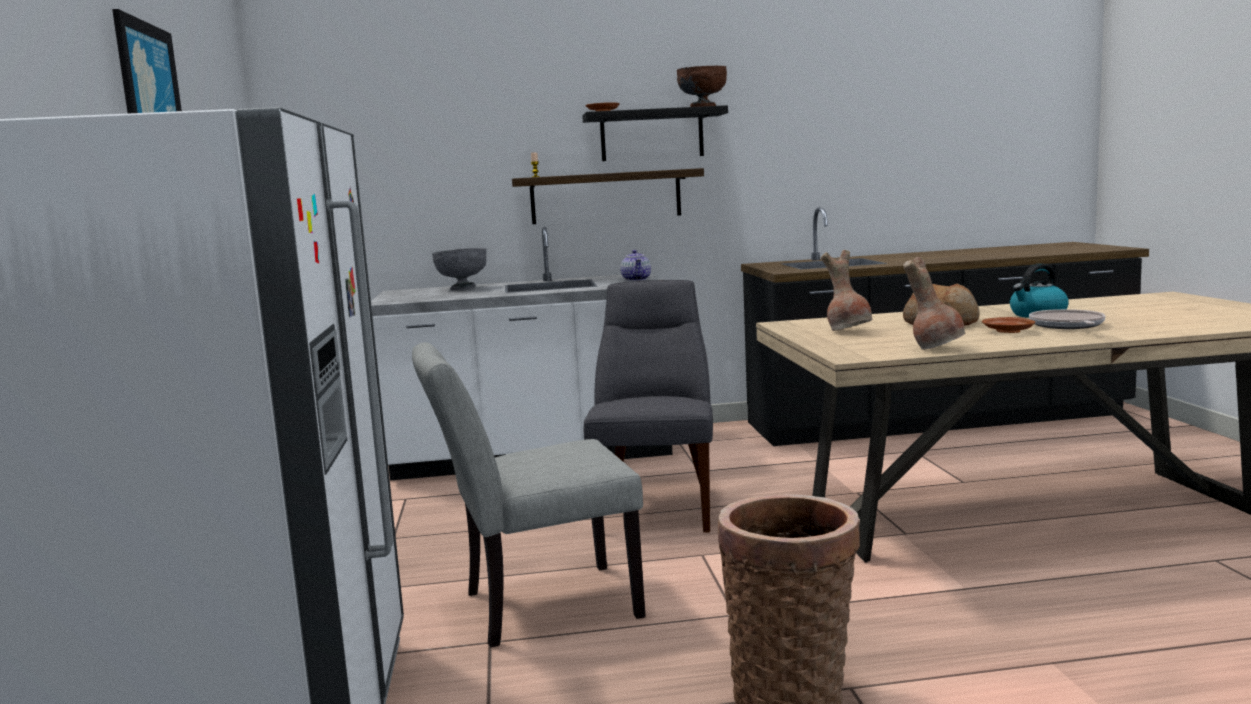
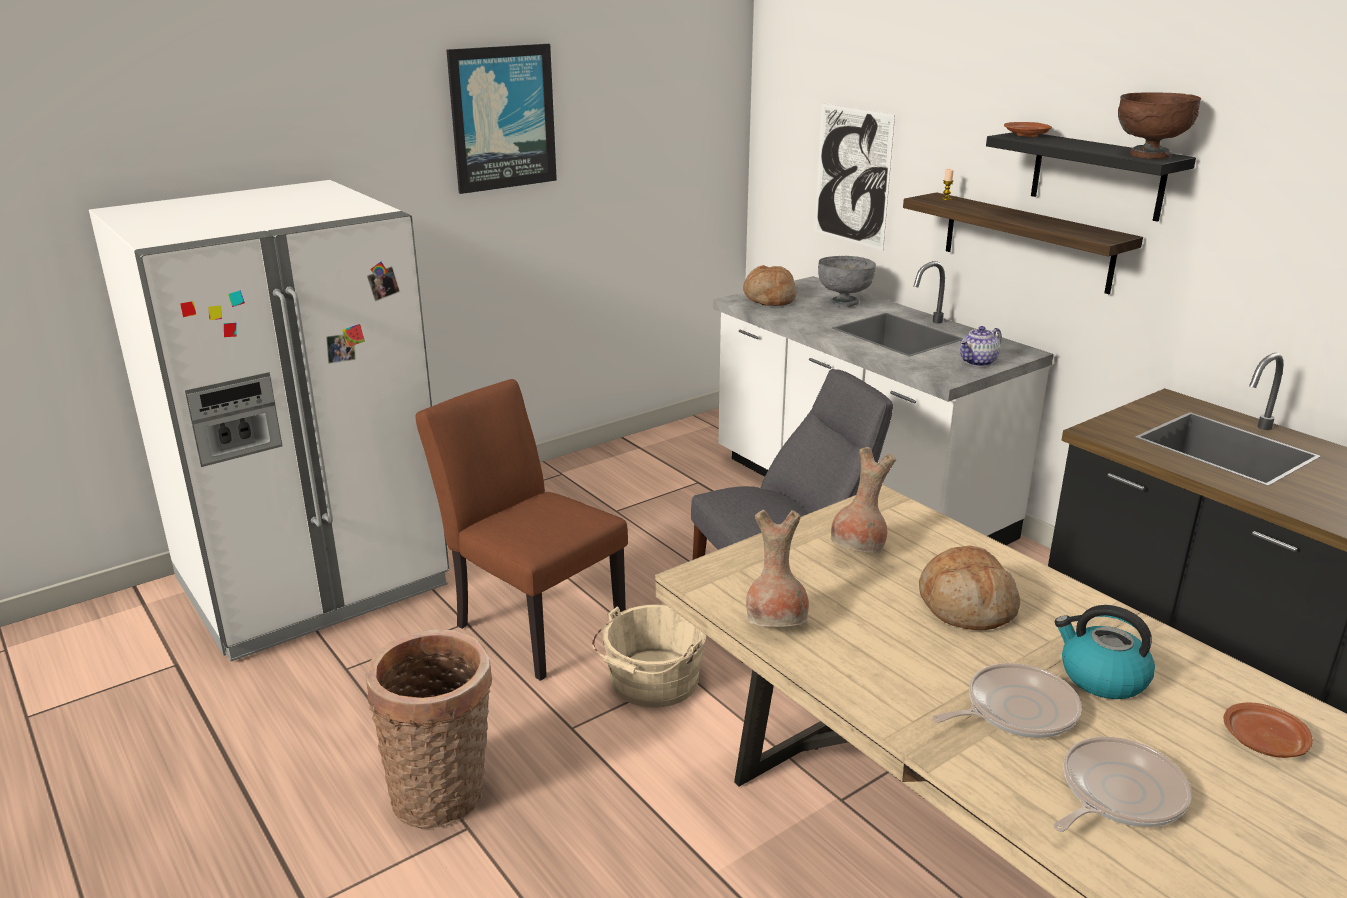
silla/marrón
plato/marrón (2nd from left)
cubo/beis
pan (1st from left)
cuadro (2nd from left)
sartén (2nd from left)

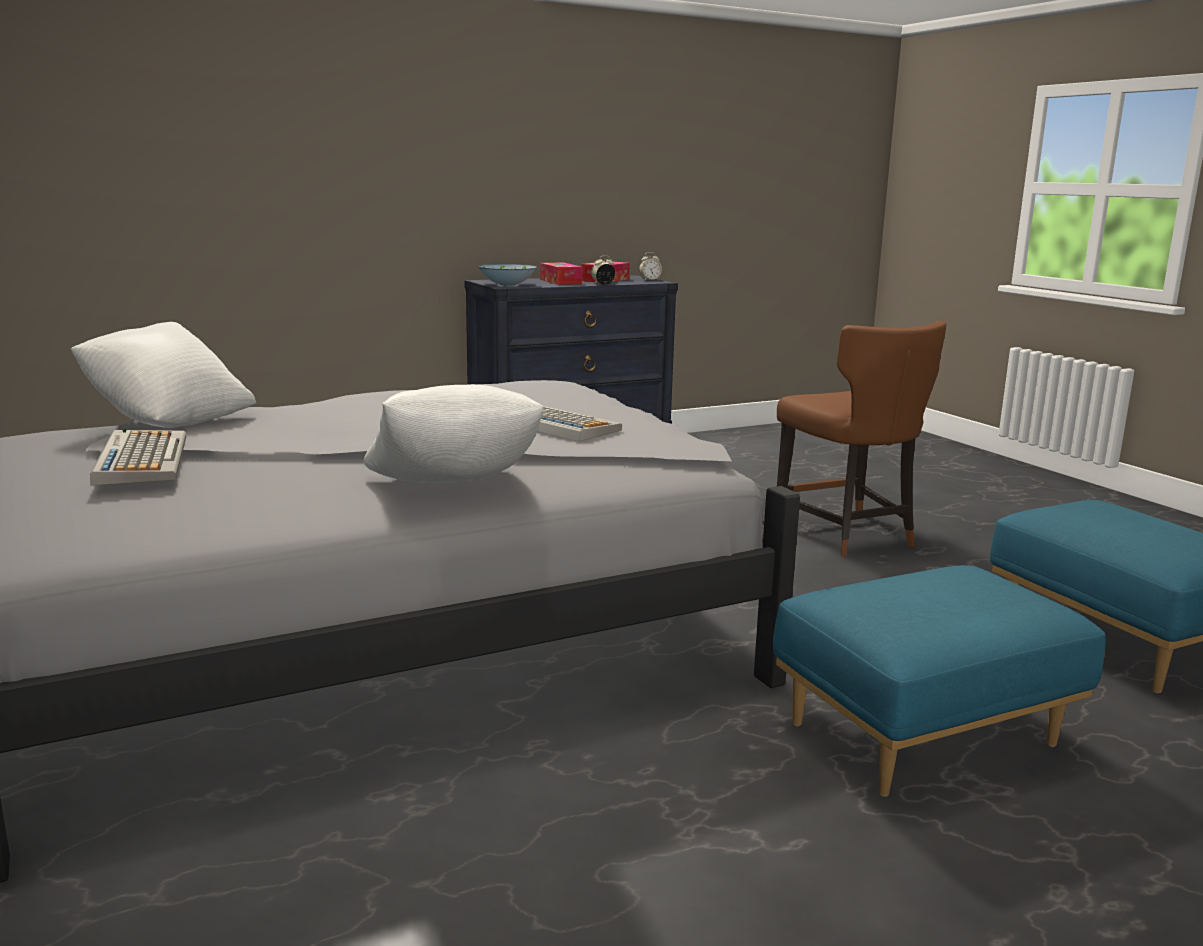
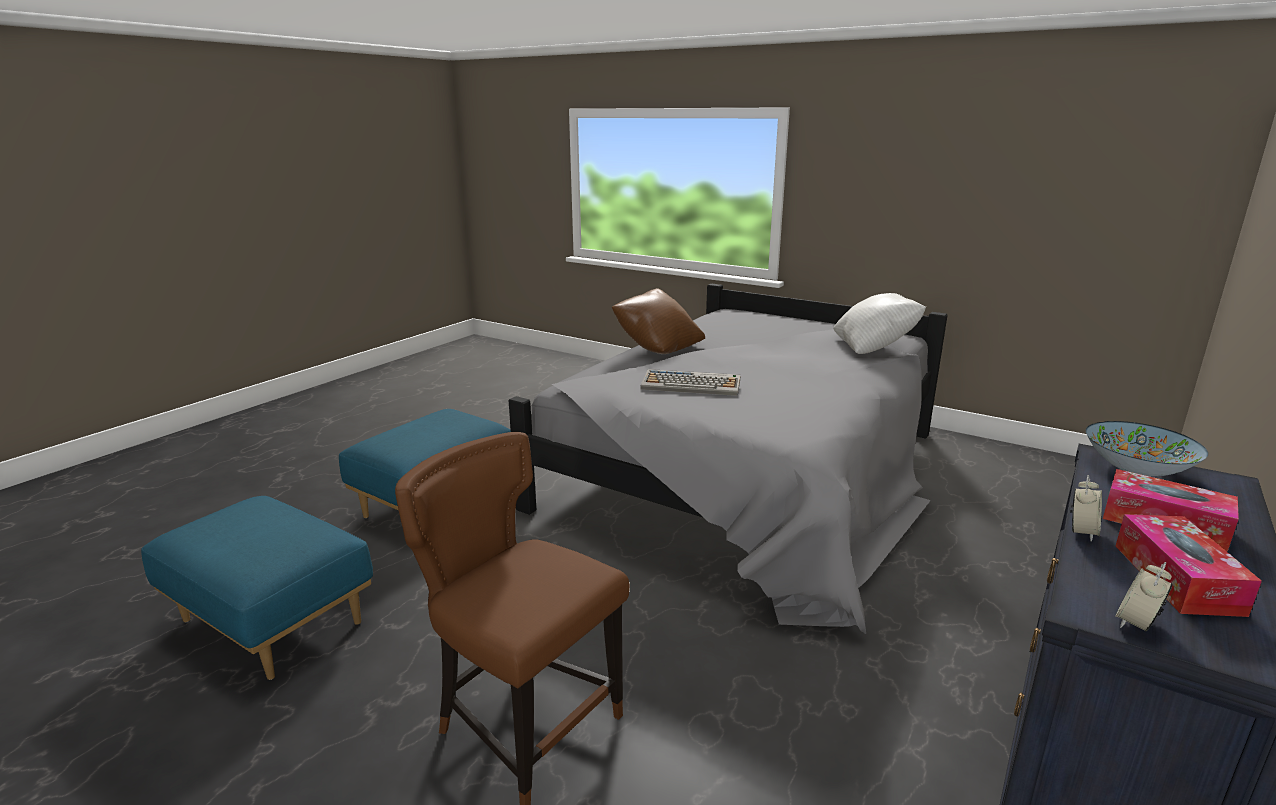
teclado (1st from left in the first image)
cojín/marrón

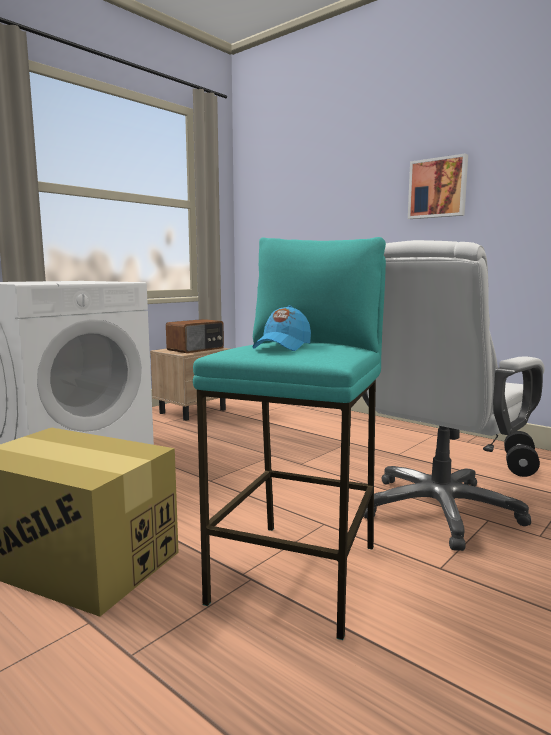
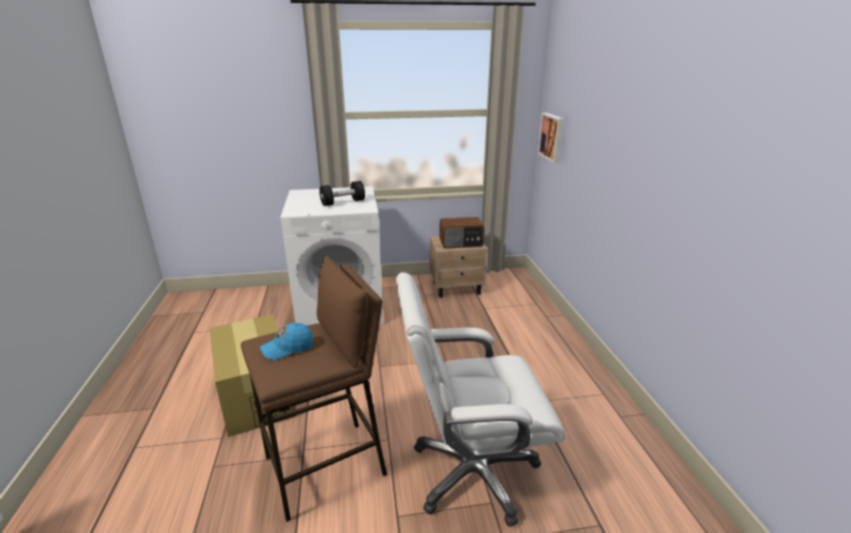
taburete/marrón
cuadro
mancuerna/negro

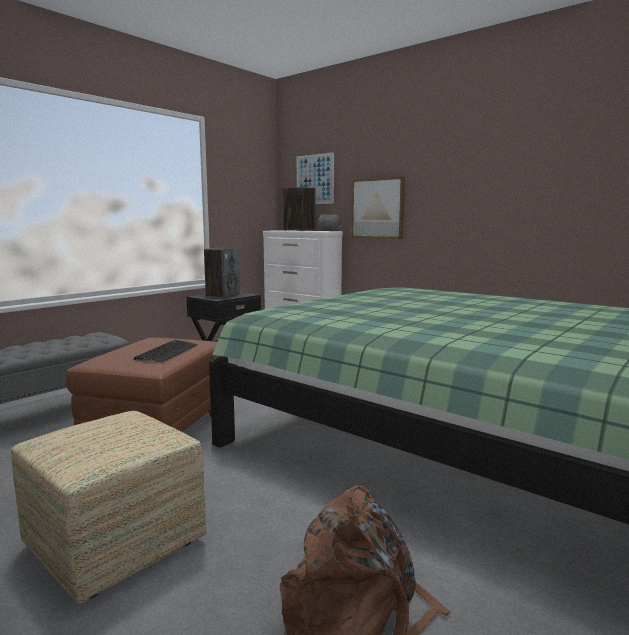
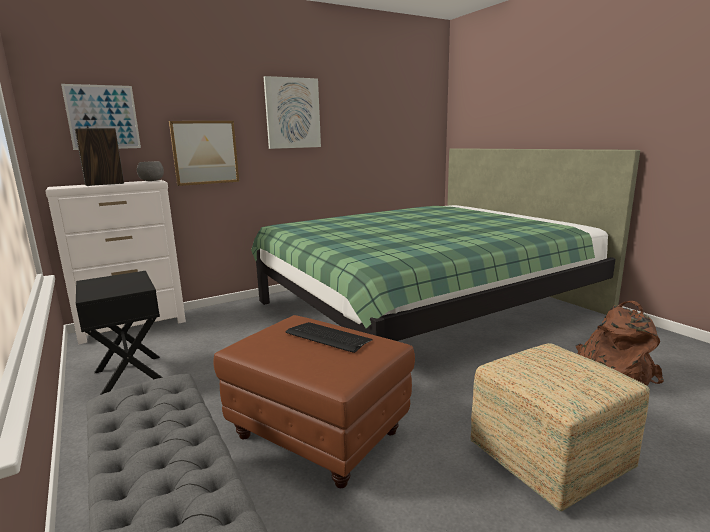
altavoz (1st from left in the first image)
cuadro (3rd from left)

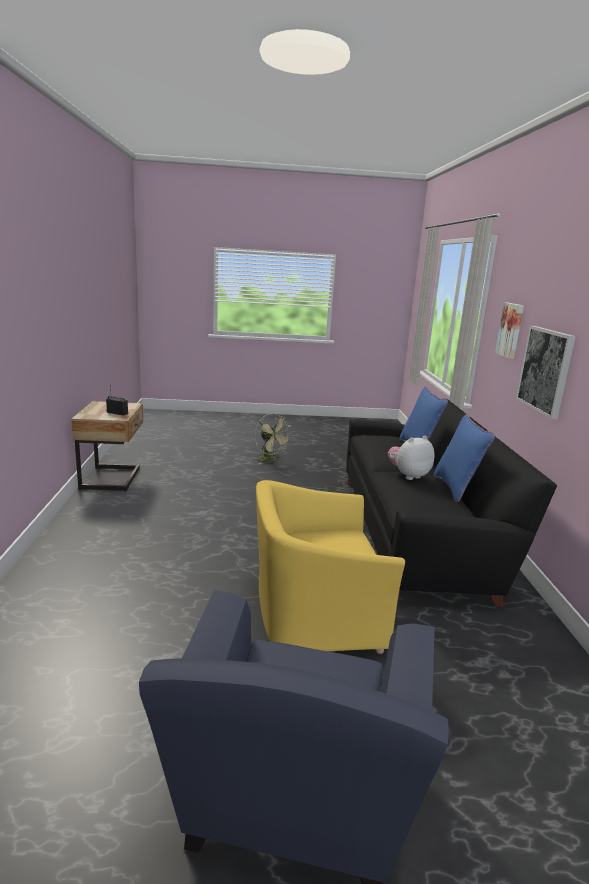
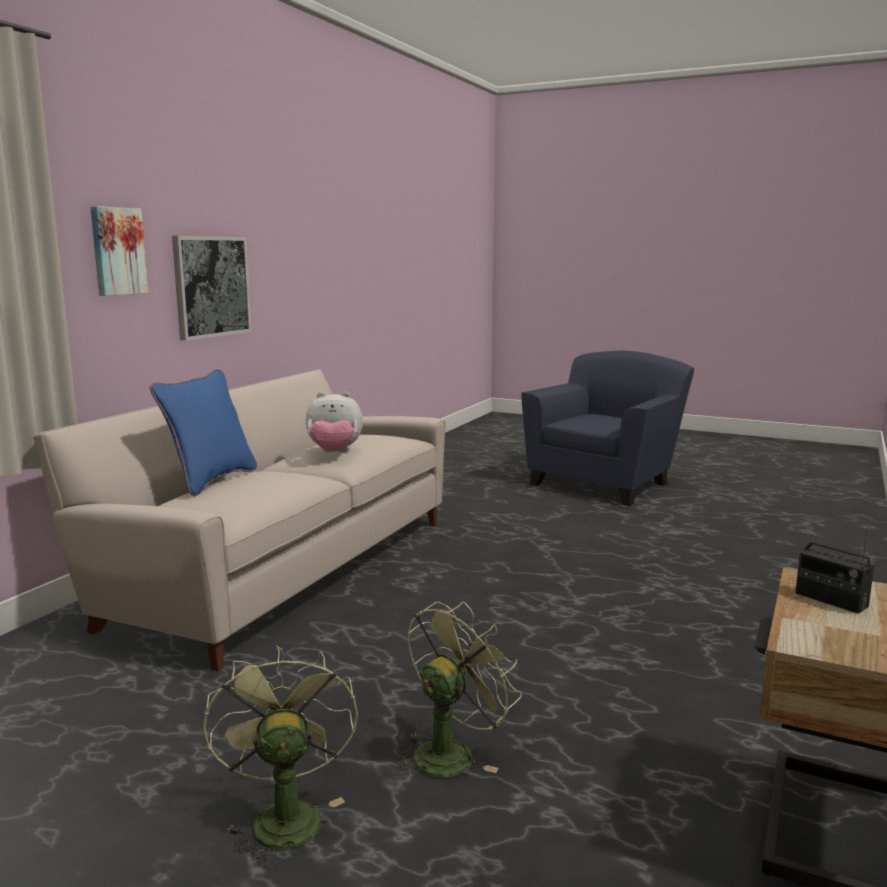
sillón/amarillo
sofá/beis
cojín/azul (2nd from left in the first image)
ventilador/verde (2nd from left)

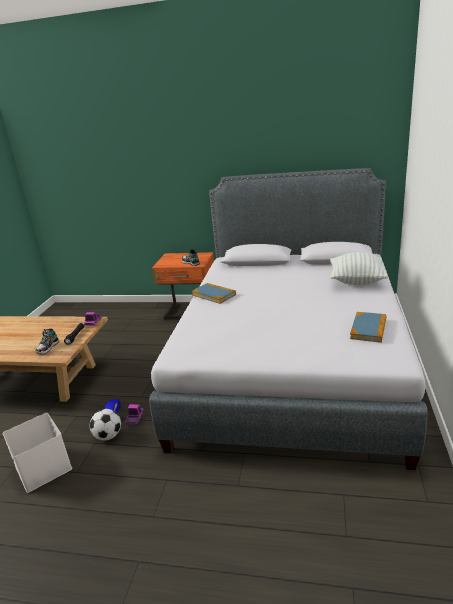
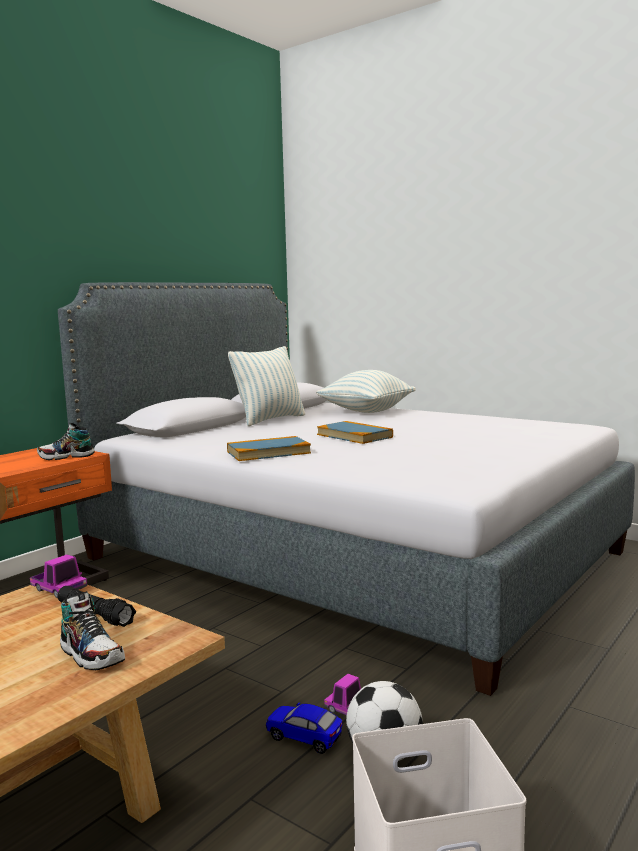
libro (2nd from left)
cojín (1st from left)

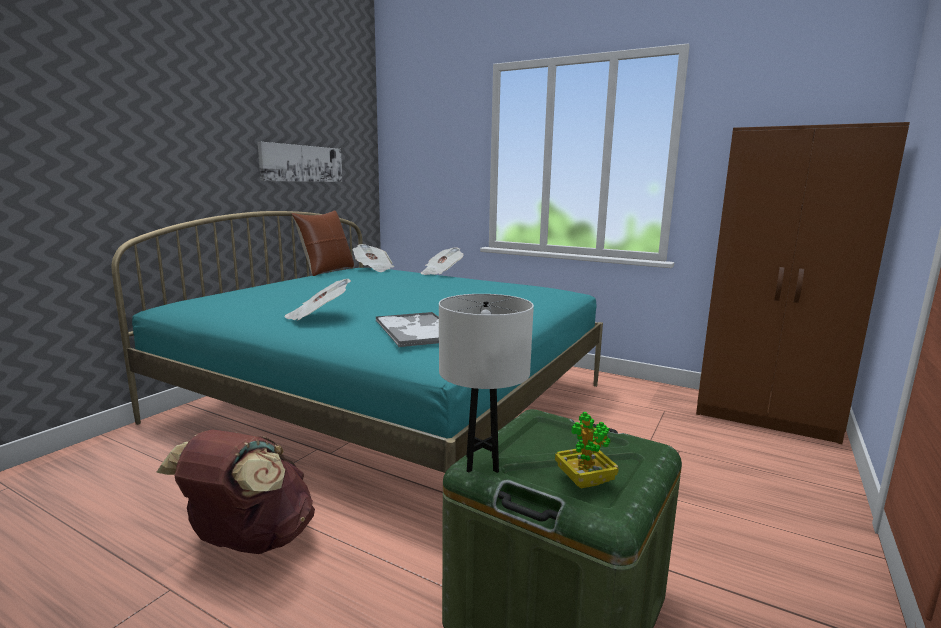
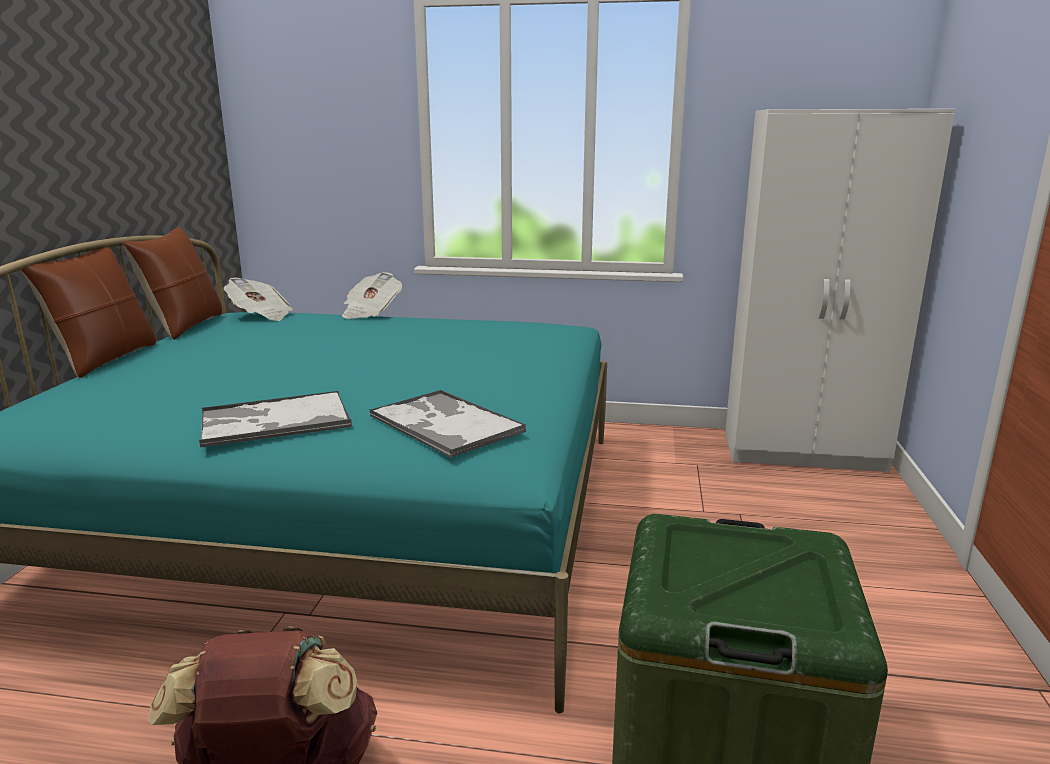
cuadro
bandeja (1st from left)
lámpara de mesa/blanco
planta en maceta
armario ropero/blanco
cojín/marrón (1st from left)

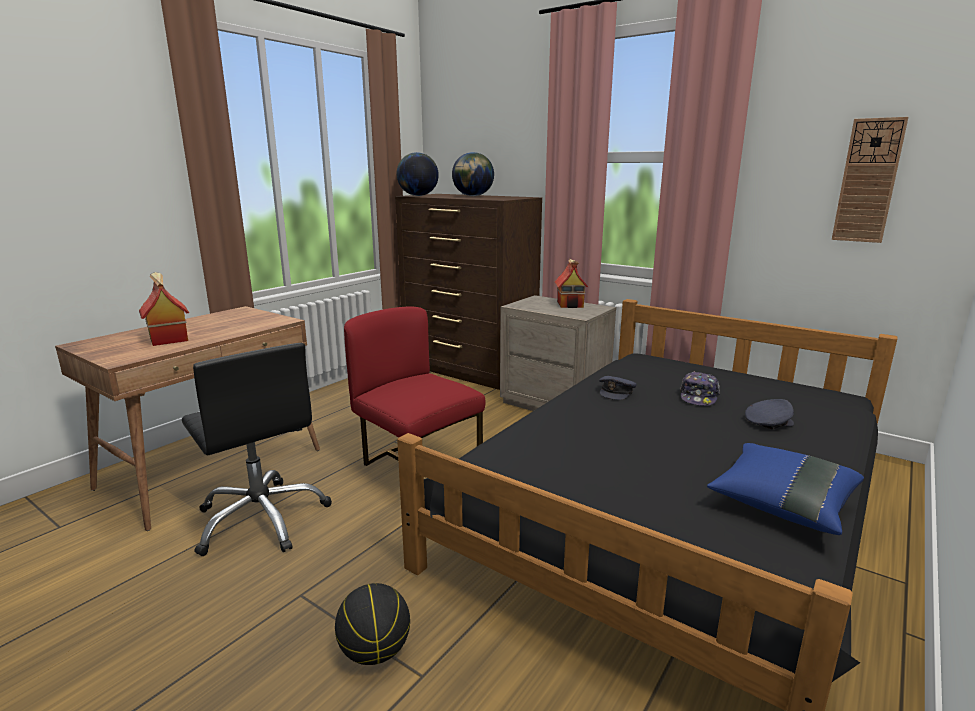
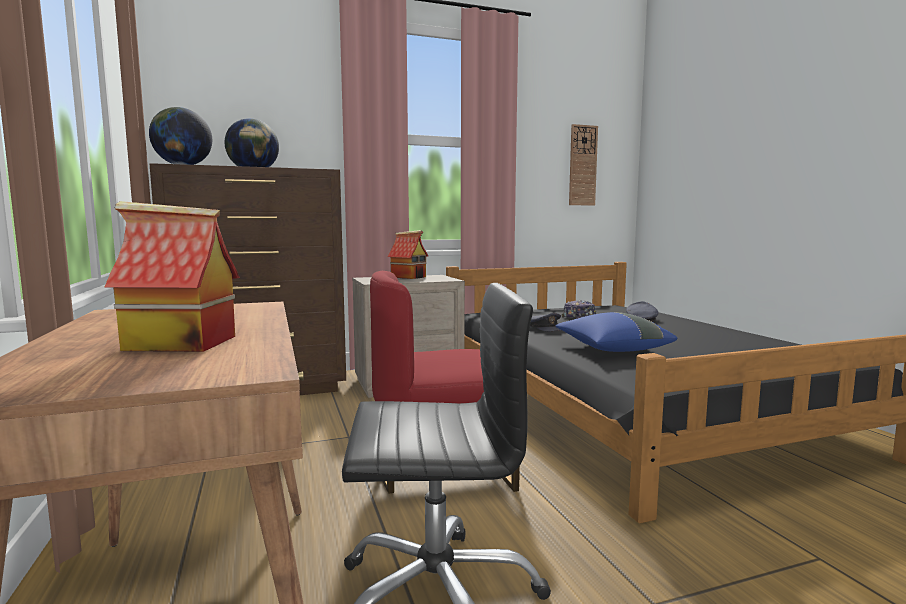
balón de baloncesto
cojín/azul

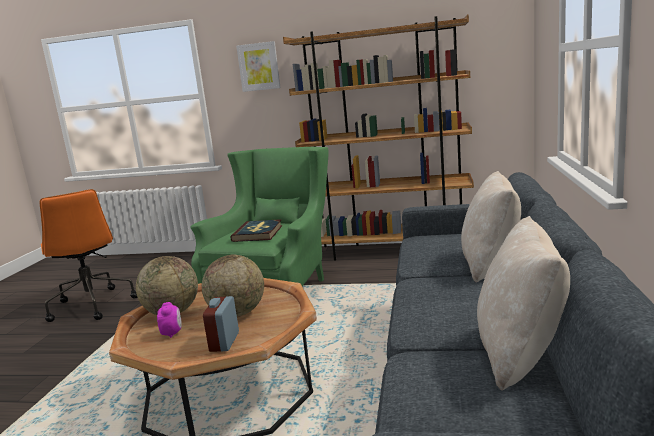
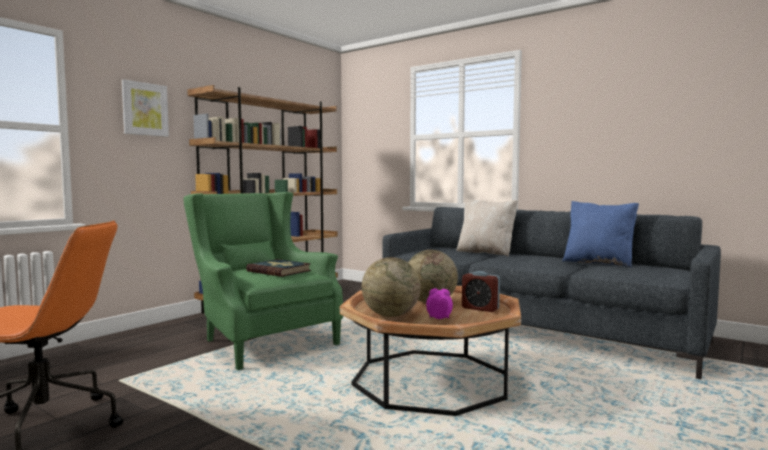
cojín/azul

